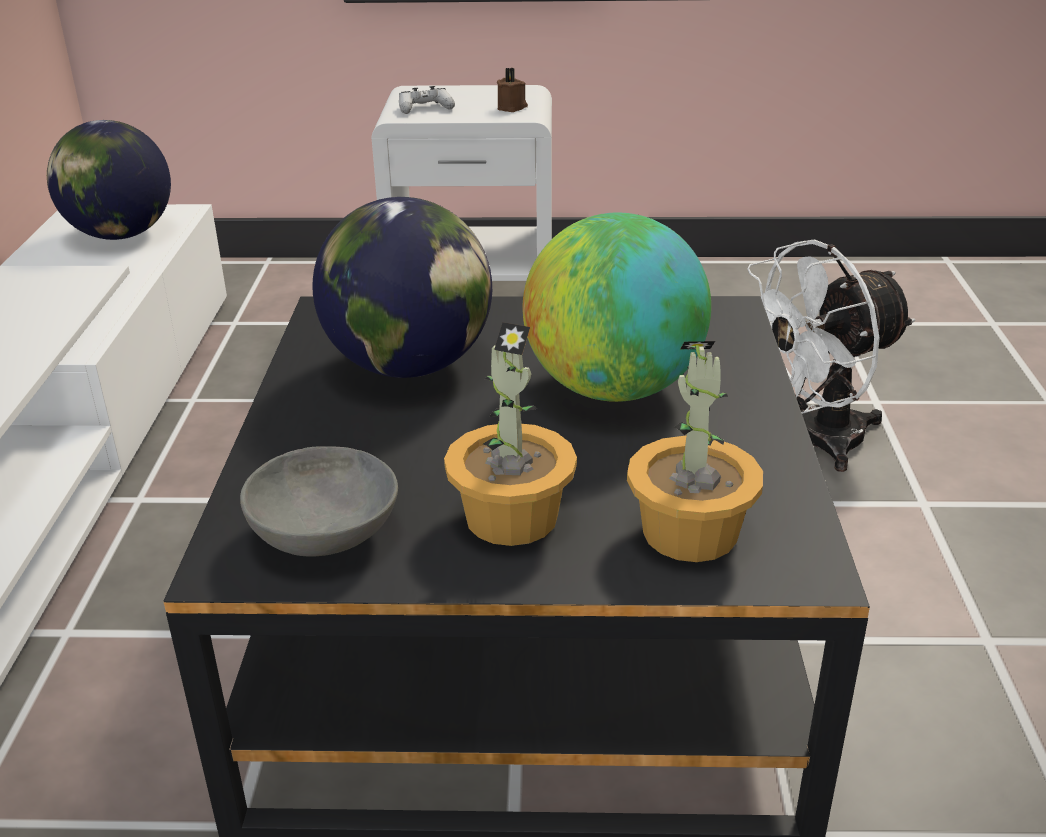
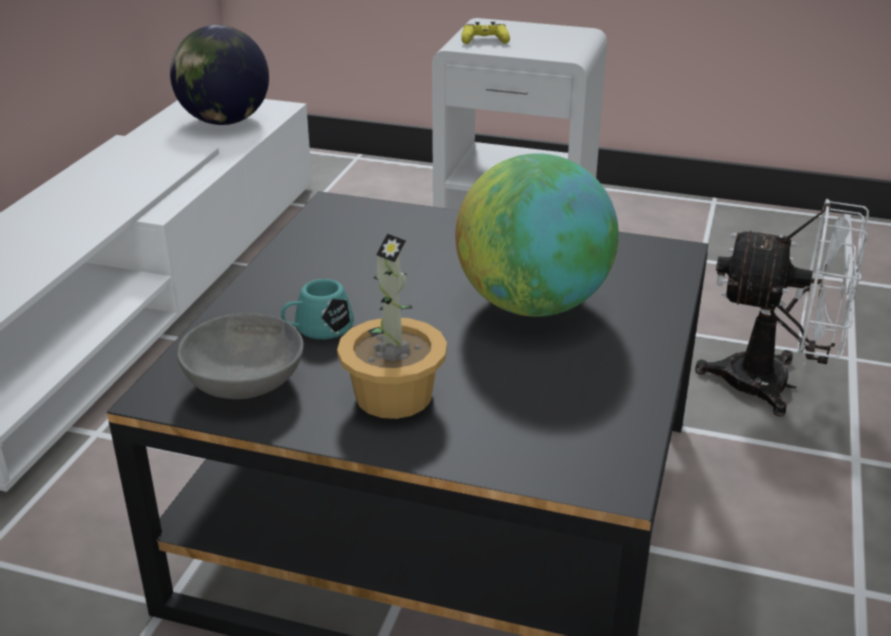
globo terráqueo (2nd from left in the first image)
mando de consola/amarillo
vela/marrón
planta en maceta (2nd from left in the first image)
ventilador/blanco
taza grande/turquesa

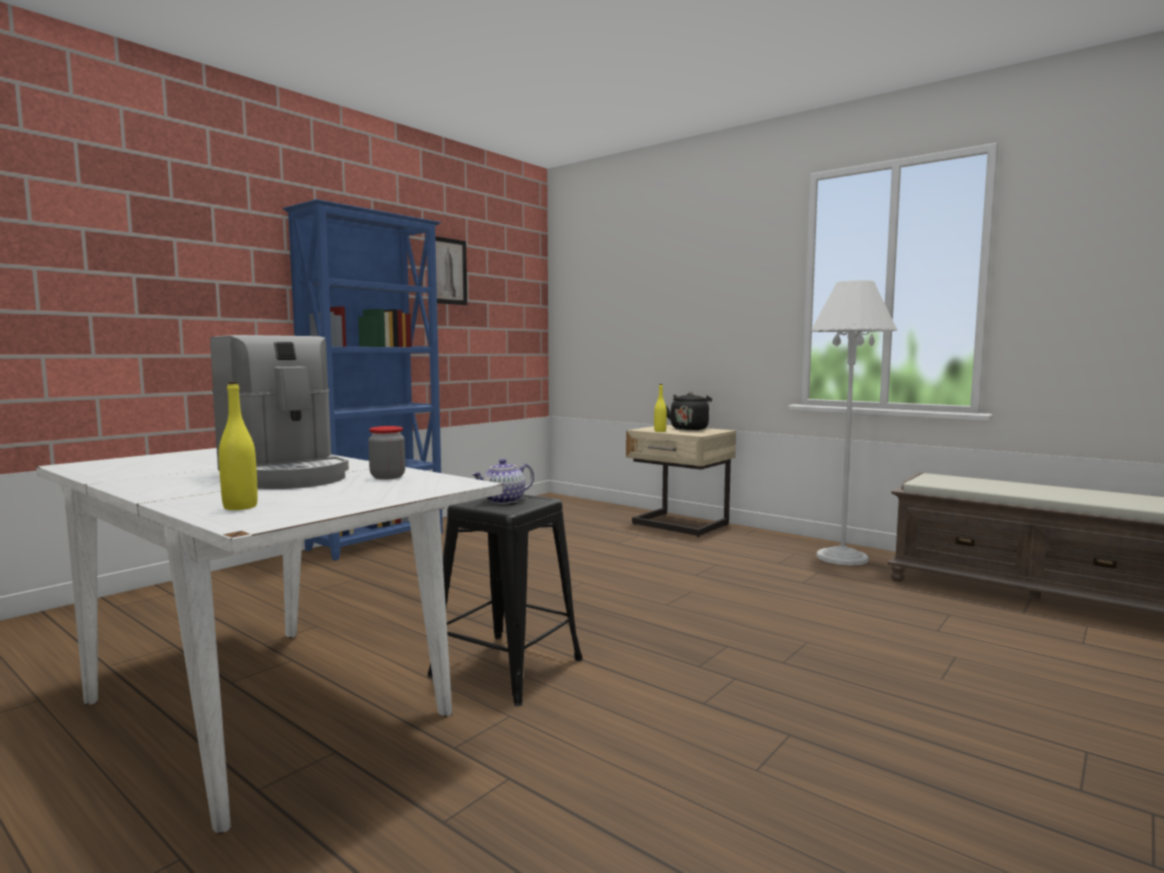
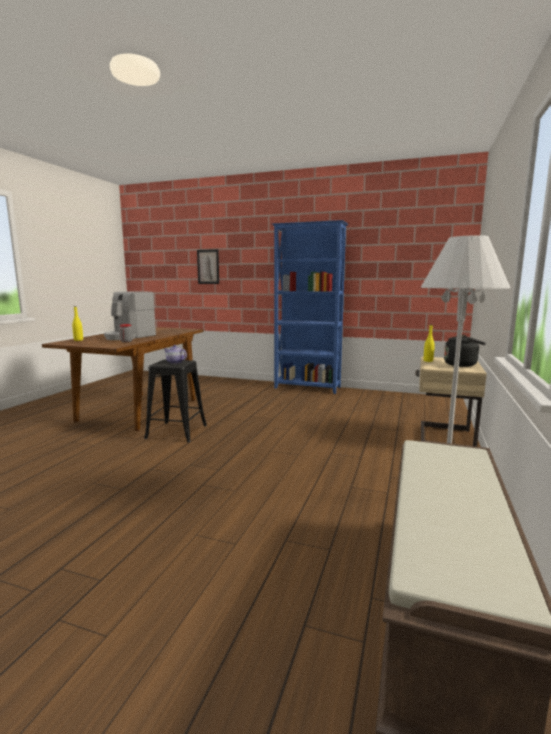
mesa de comedor/marrón
cuadro

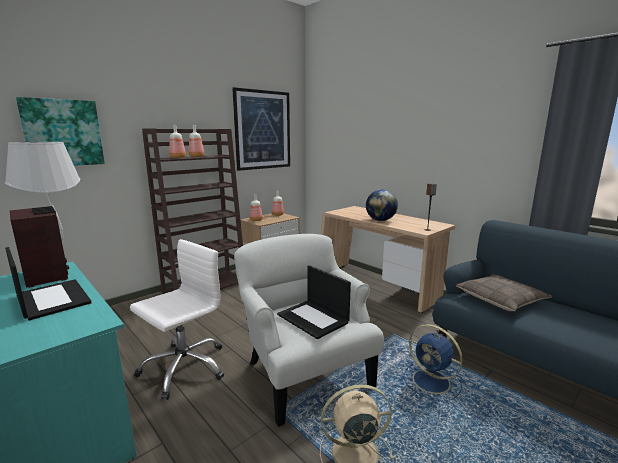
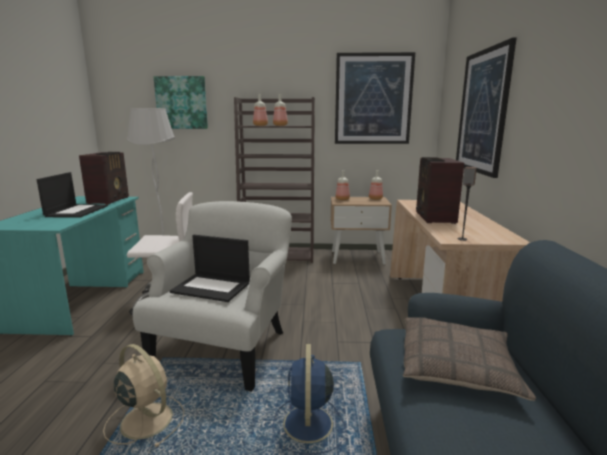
portátil (2nd from left)
radio (2nd from left)
cuadro (3rd from left)

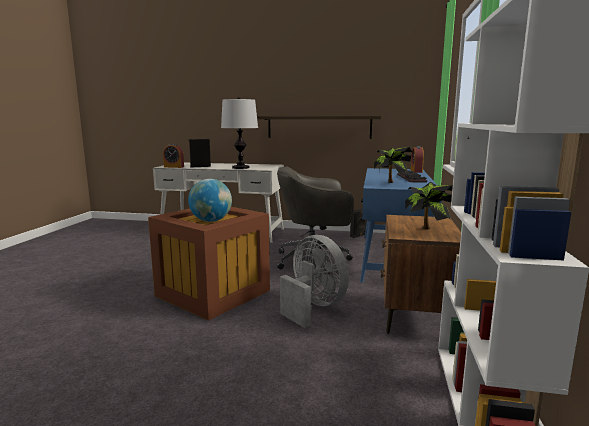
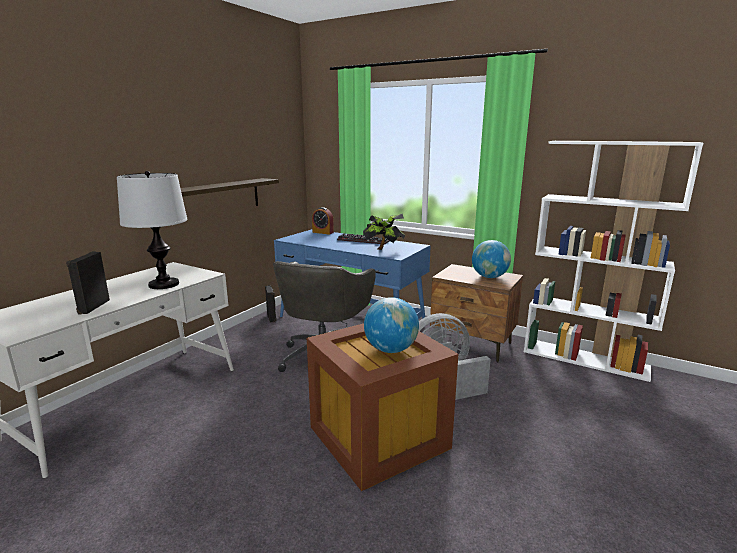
despertador (1st from left in the first image)
globo terráqueo (2nd from left)

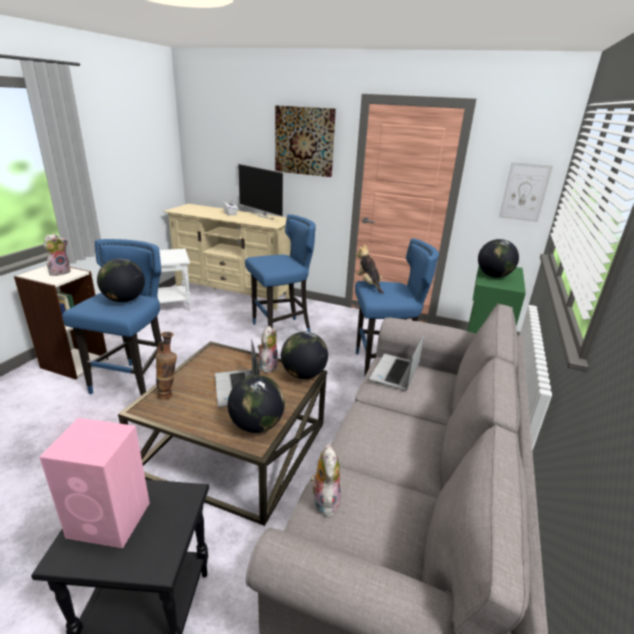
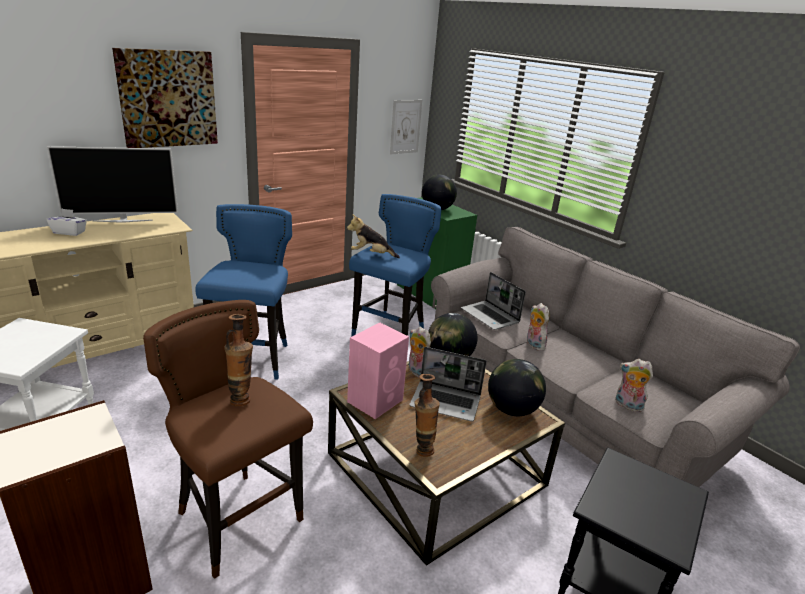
altavoz/rosa
peluche (3rd from left)
taburete/marrón
florero (1st from left)

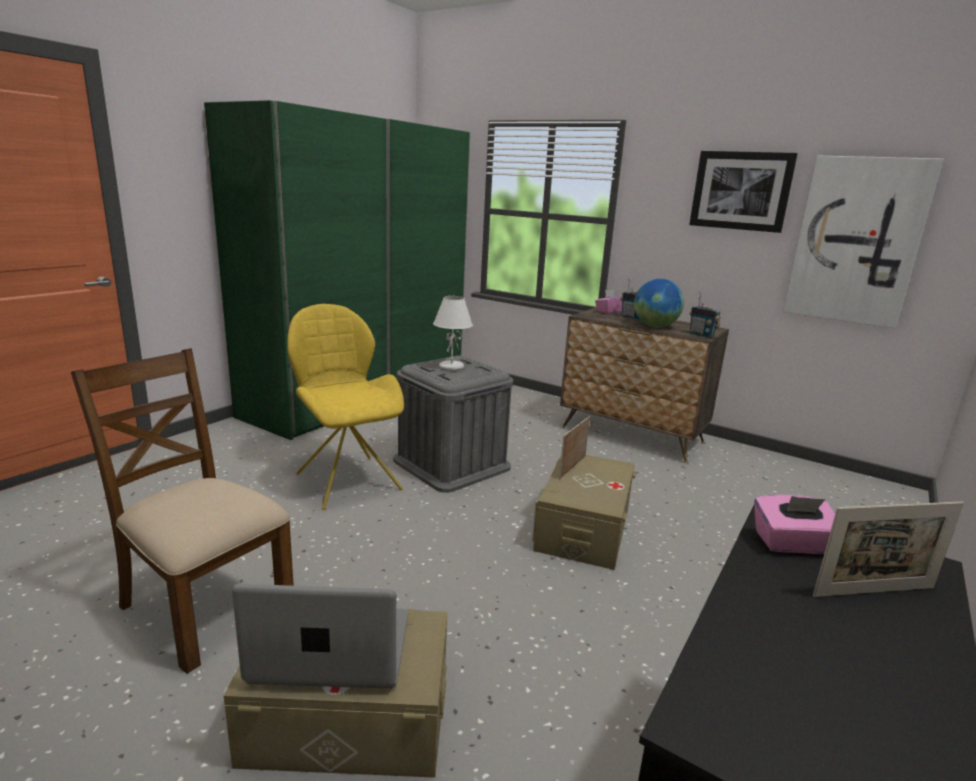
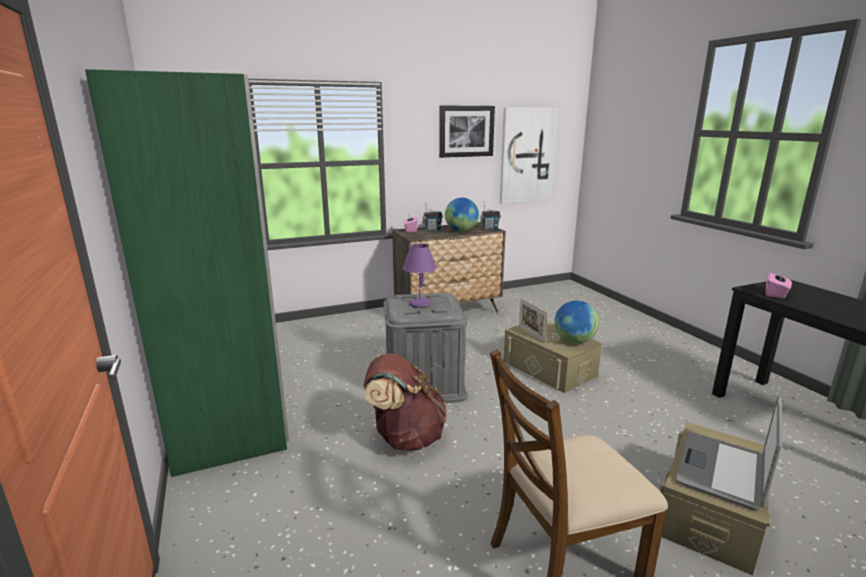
mochila/marrón
lámpara de mesa/morado
portarretratos (2nd from left in the first image)
globo terráqueo (2nd from left)

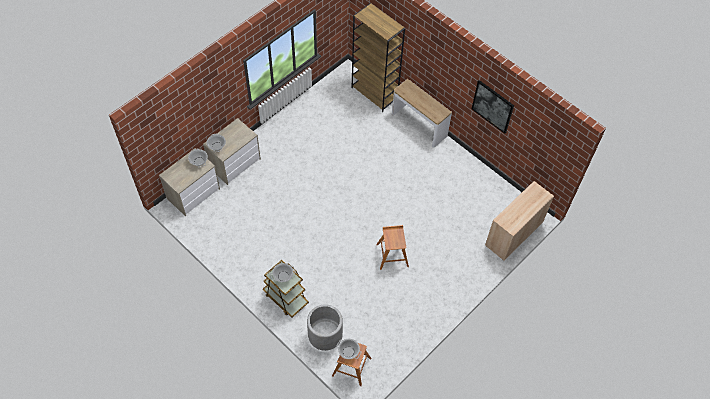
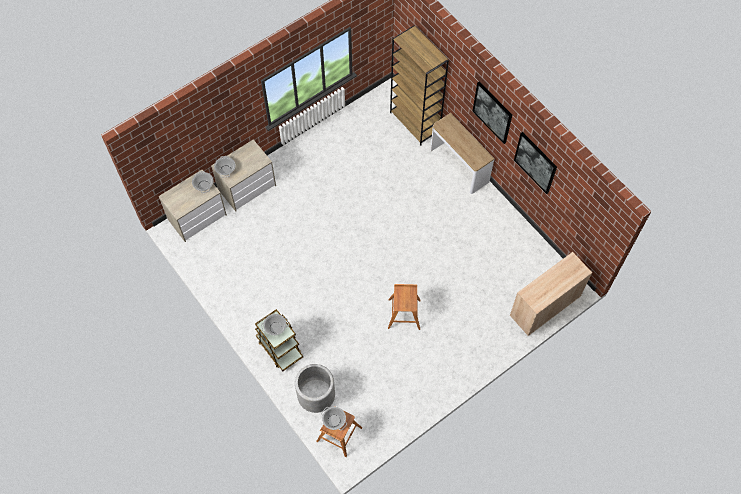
cuadro (1st from left)

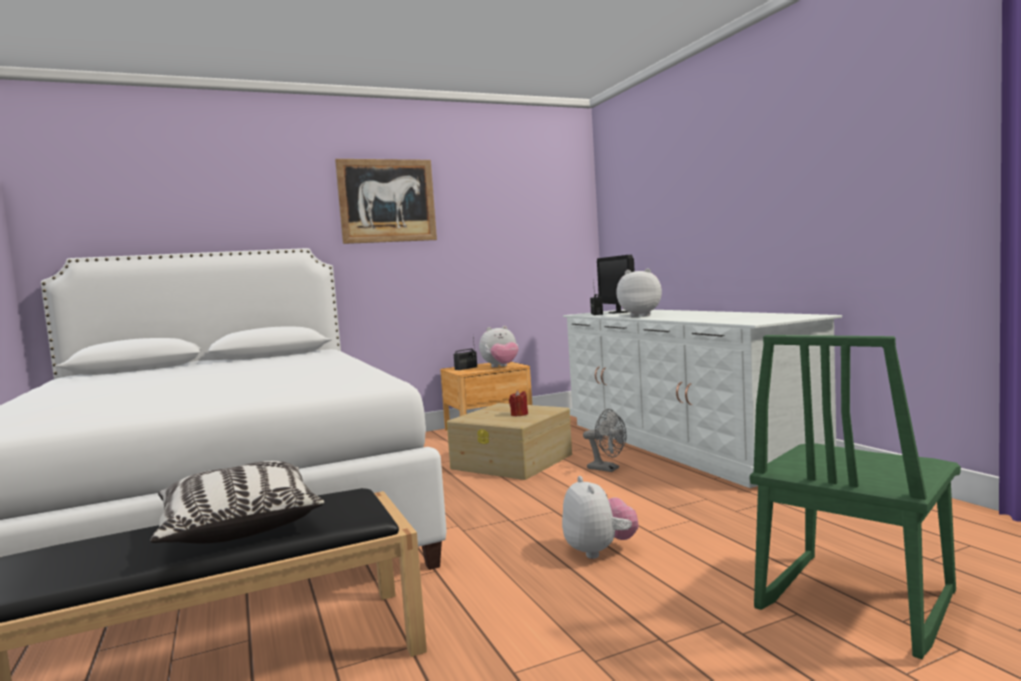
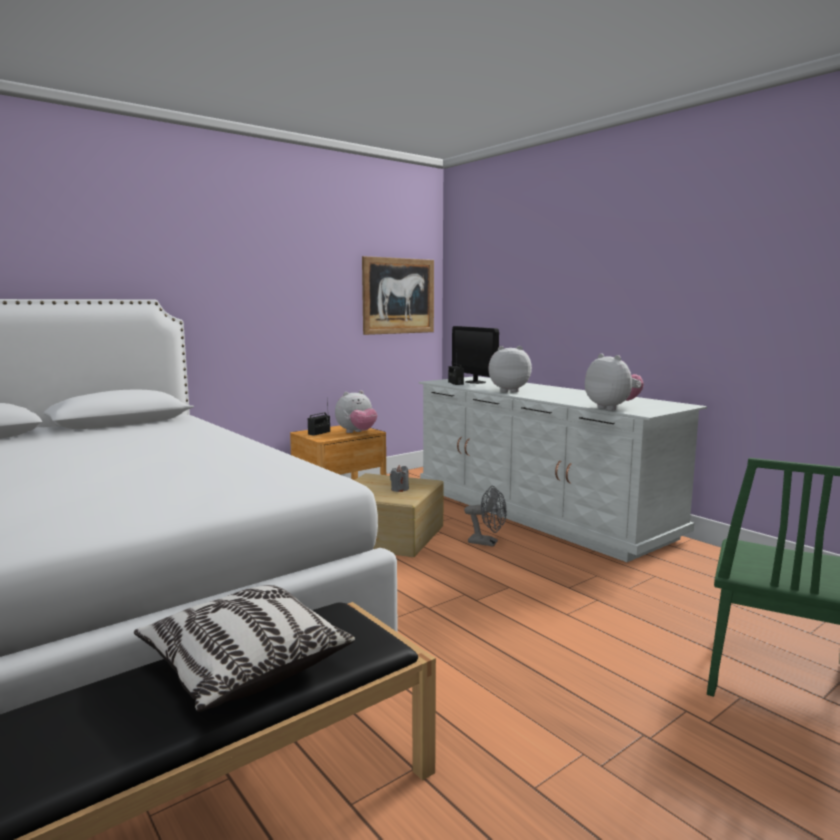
cuadro
vela/gris
peluche (3rd from left)

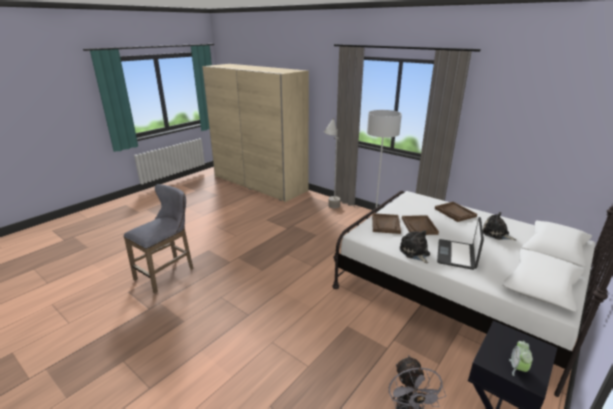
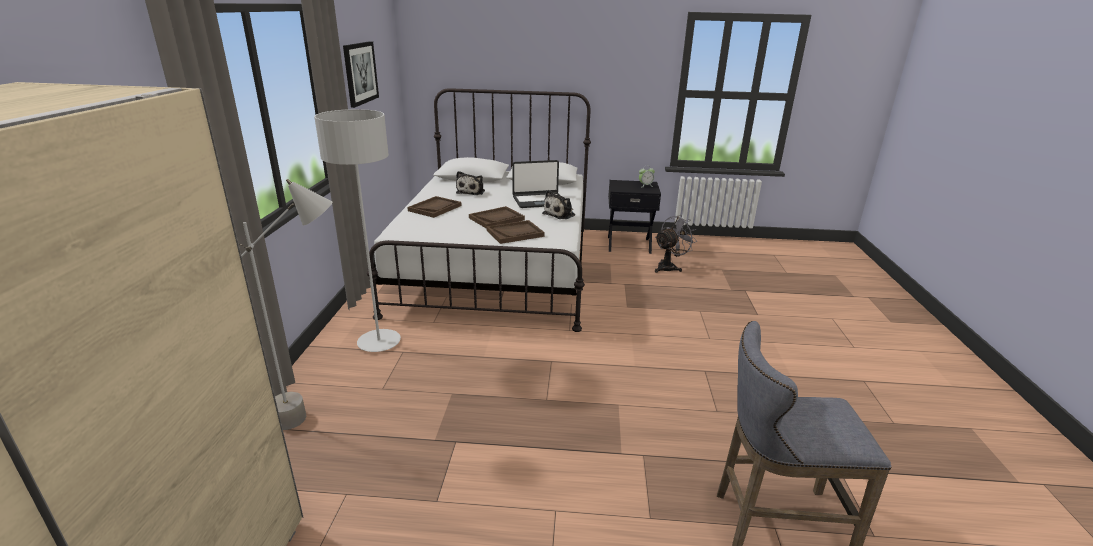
cuadro

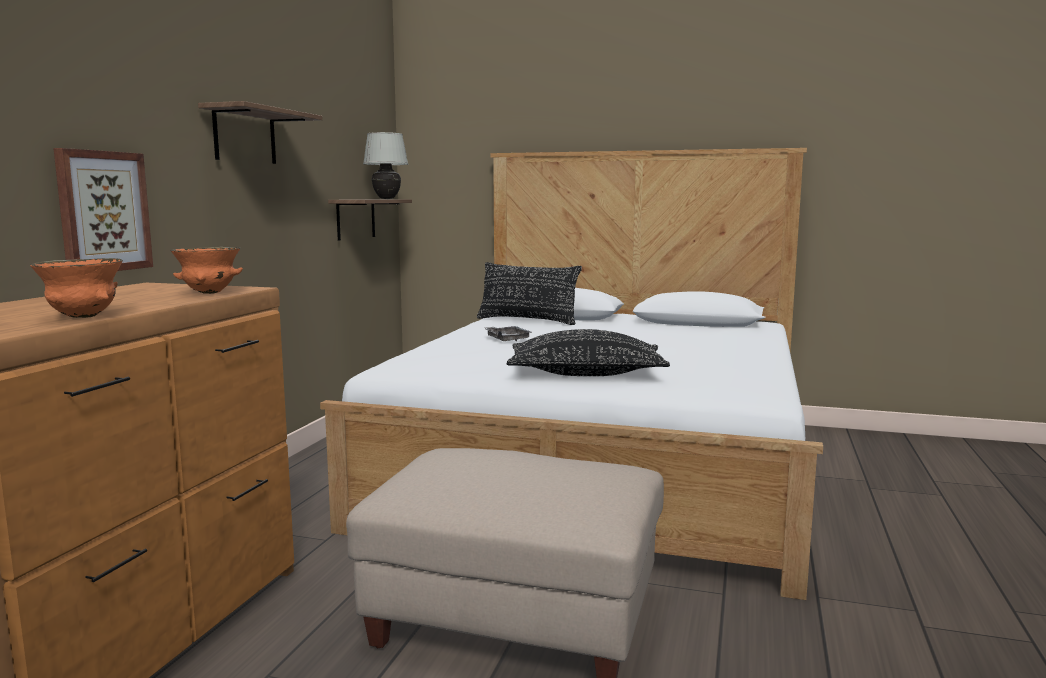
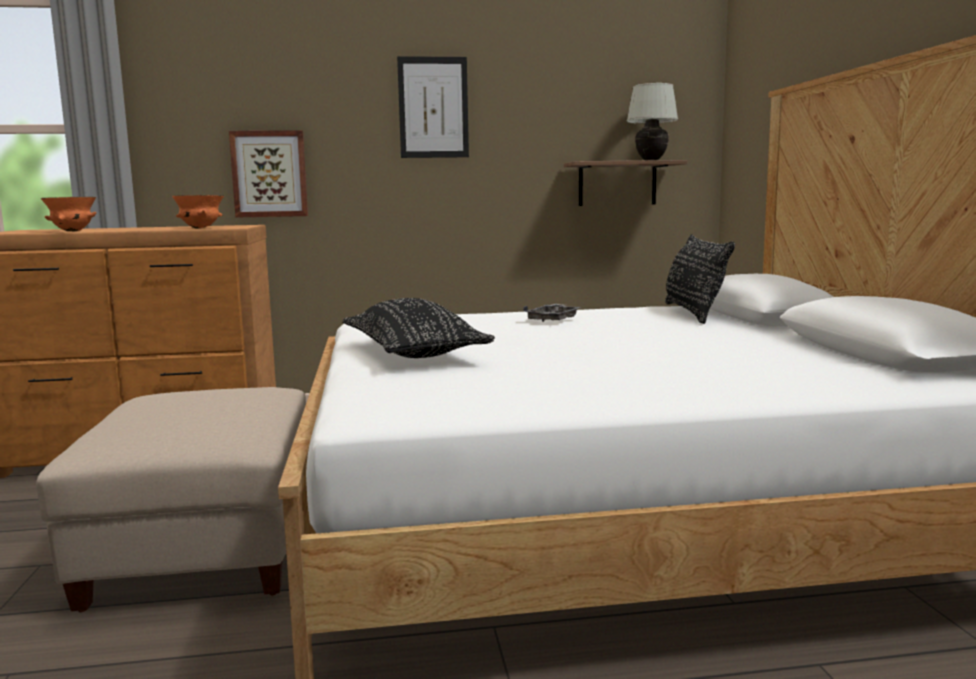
cuadro (2nd from left)

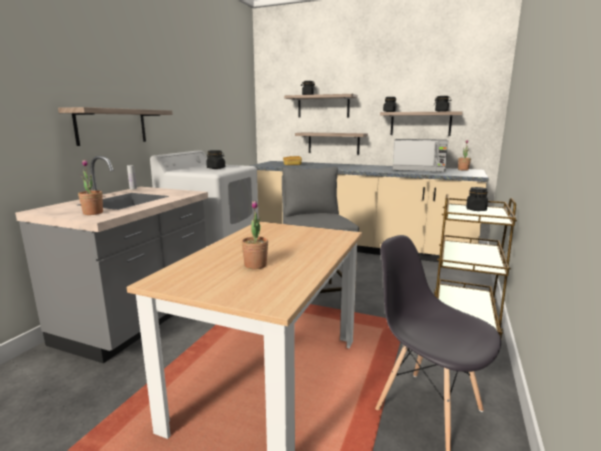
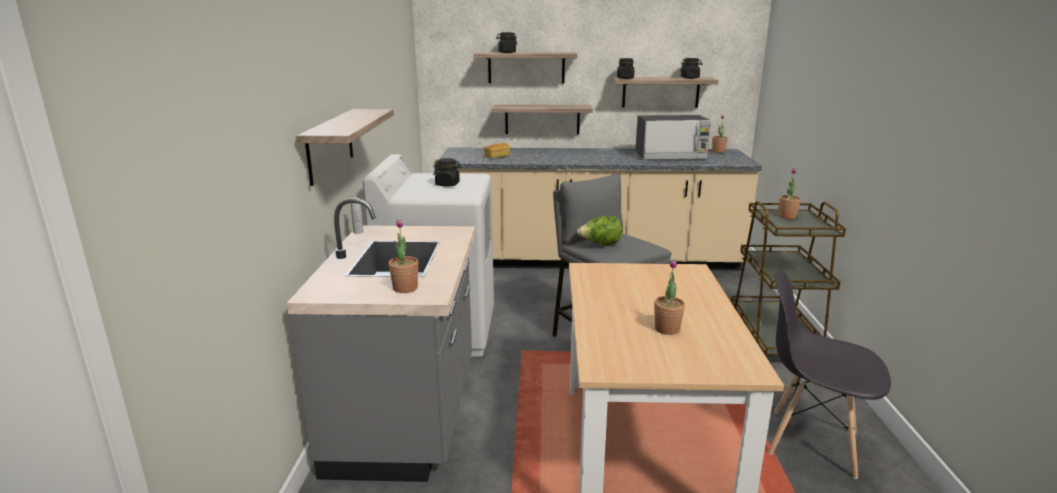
planta en maceta (4th from left)
lechuga

